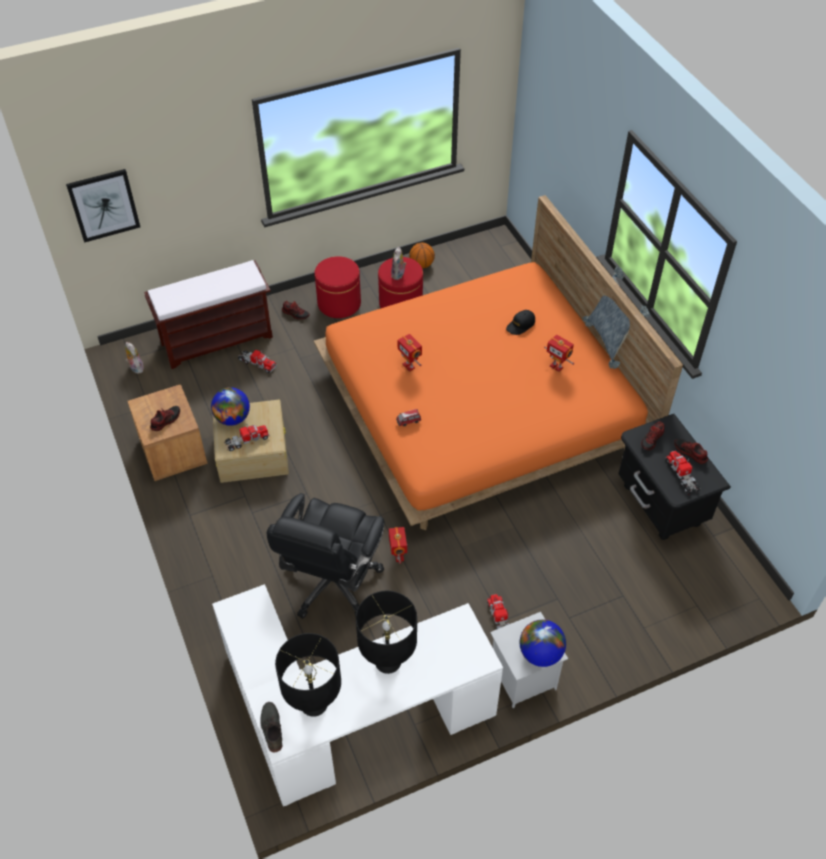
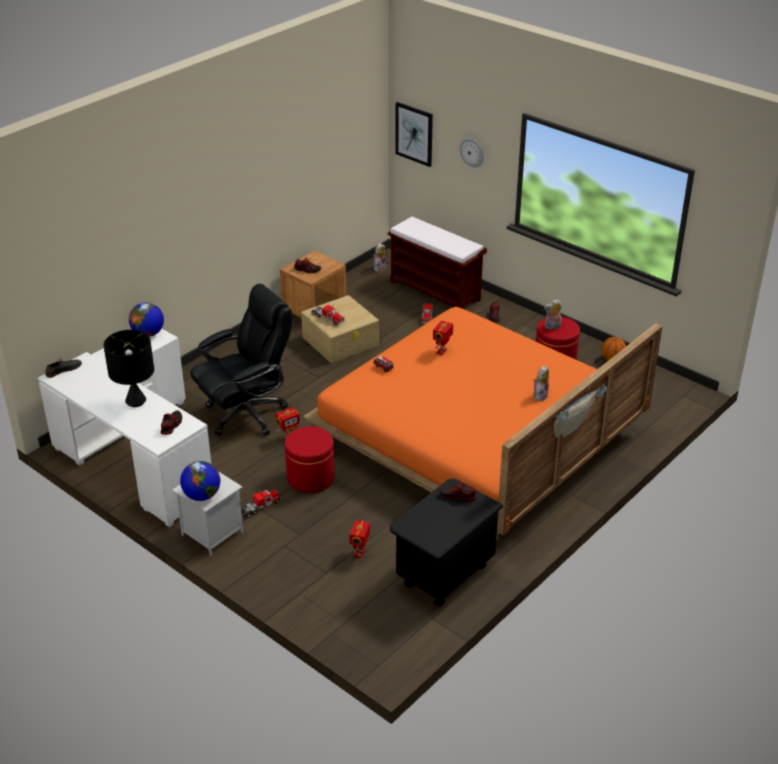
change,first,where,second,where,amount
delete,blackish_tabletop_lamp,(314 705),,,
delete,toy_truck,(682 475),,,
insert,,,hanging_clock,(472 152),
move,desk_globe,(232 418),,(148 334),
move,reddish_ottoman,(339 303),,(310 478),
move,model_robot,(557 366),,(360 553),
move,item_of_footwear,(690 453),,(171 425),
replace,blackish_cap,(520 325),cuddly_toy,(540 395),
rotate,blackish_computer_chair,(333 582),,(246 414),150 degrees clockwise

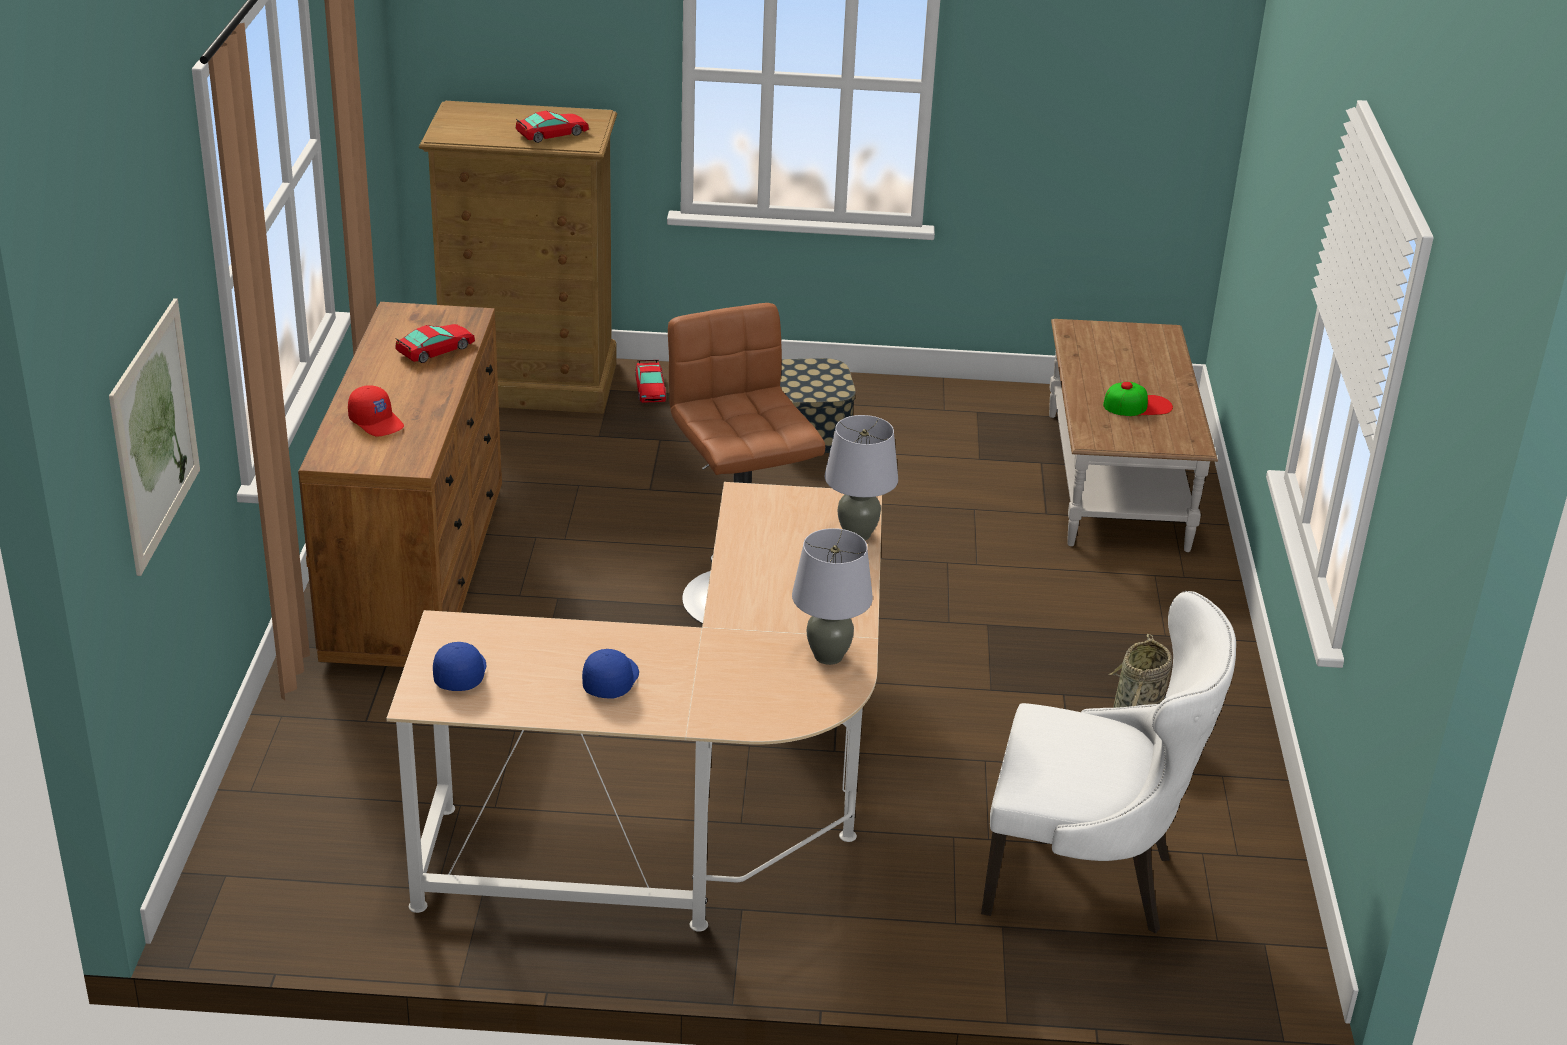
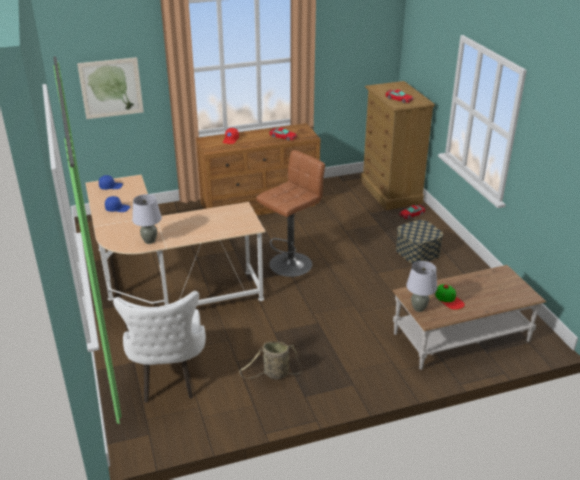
change,first,where,second,where,amount
move,greyish_tabletop_lamp,(857 534),,(418 308),

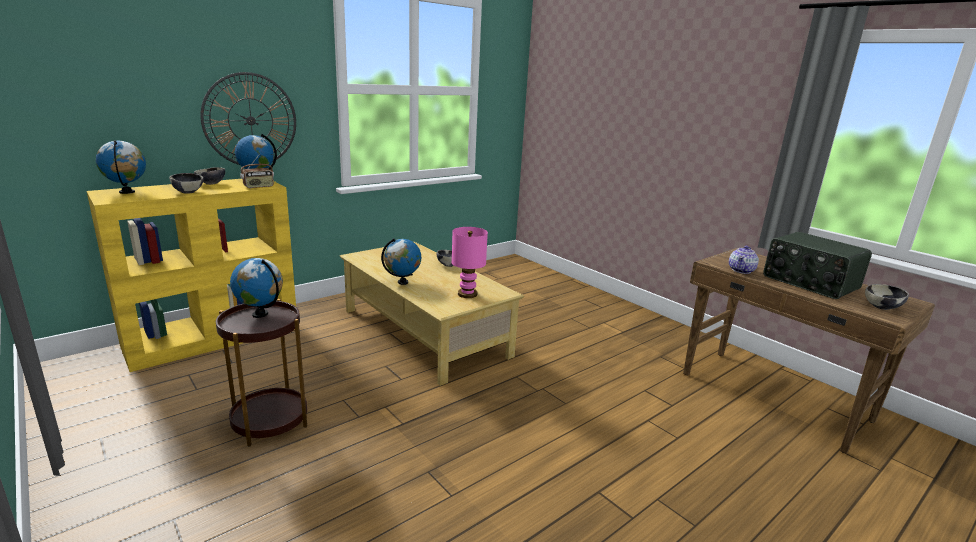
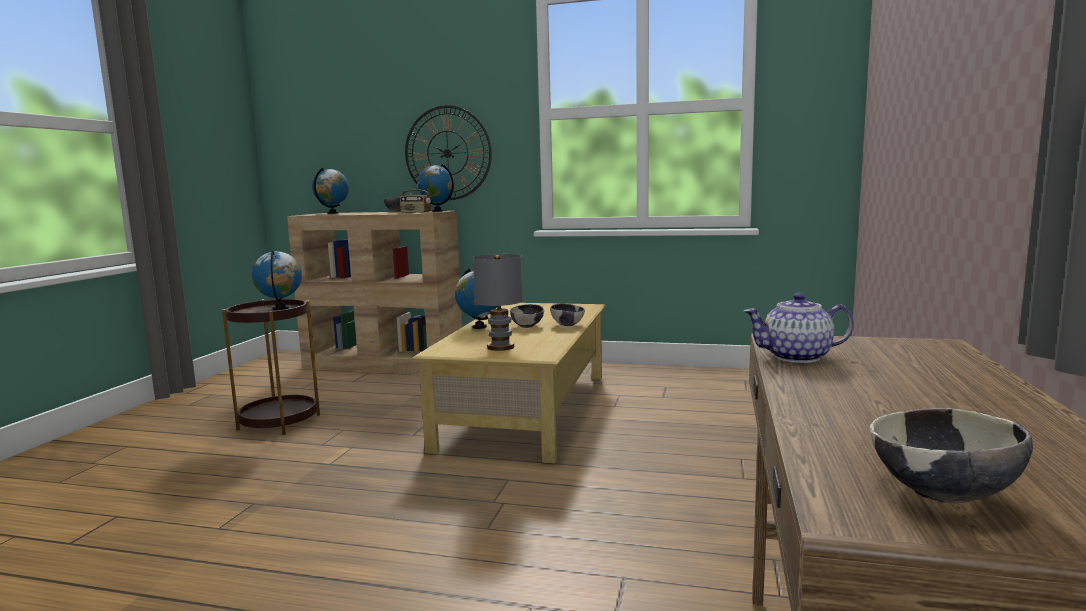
change,first,where,second,where,amount
delete,radio_receiver,(809 283),,,
move,serving_bowl,(188 192),,(527 326),
recolor,yellow_bookcase,(212 336),brown_bookcase,(384 362),
recolor,pink_tabletop_lamp,(468 294),greyish_tabletop_lamp,(501 347),

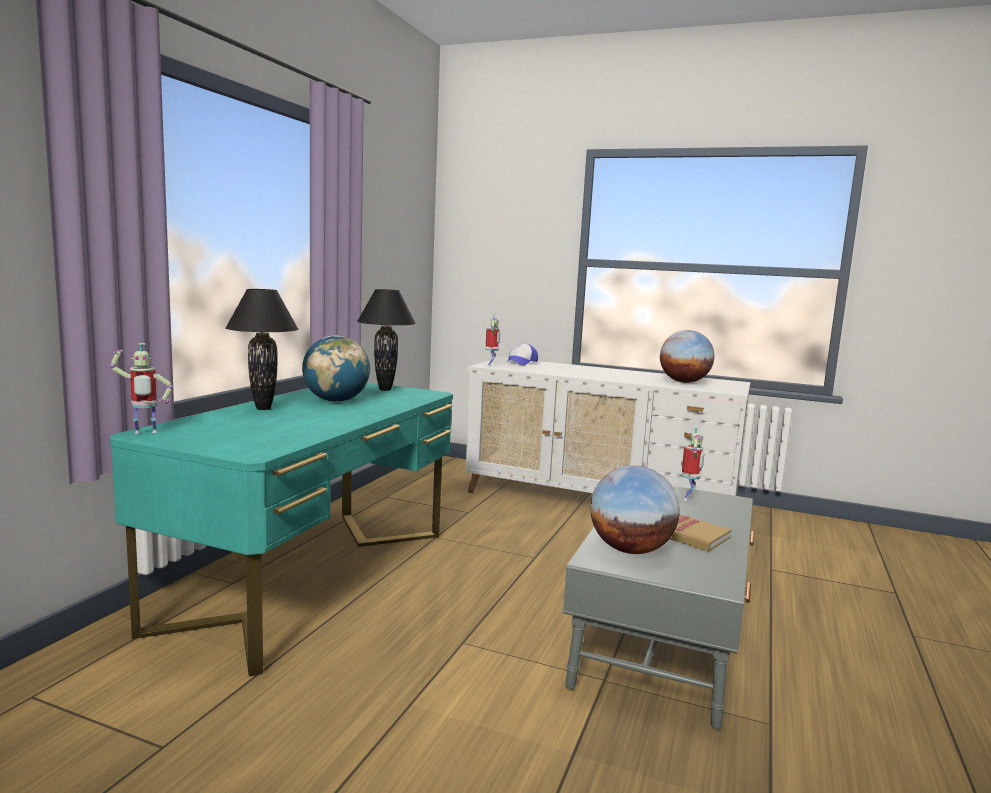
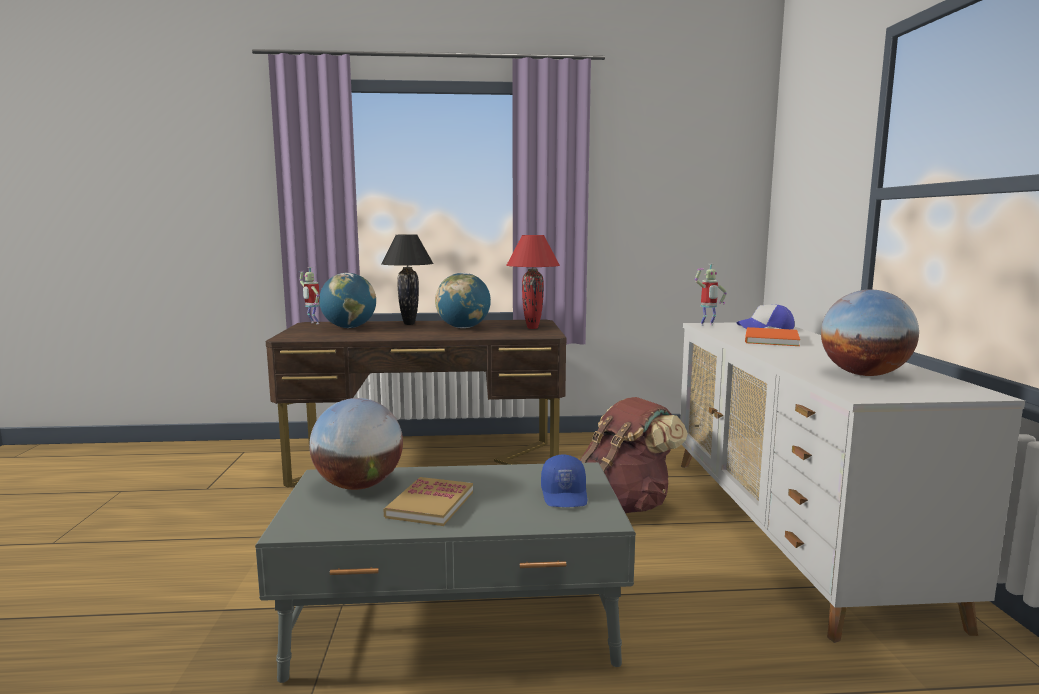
change,first,where,second,where,amount
insert,,,desk_globe,(349 327),
insert,,,brown_backpack,(624 505),
insert,,,orange-coloured_bound_book,(769 339),
replace,model_robot,(689 499),blue-coloured_cap,(565 495),
recolor,turquoise-coloured_desk,(312 577),brown_desk,(426 463),
recolor,blackish_tabletop_lamp,(384 389),reddish_tabletop_lamp,(532 328),

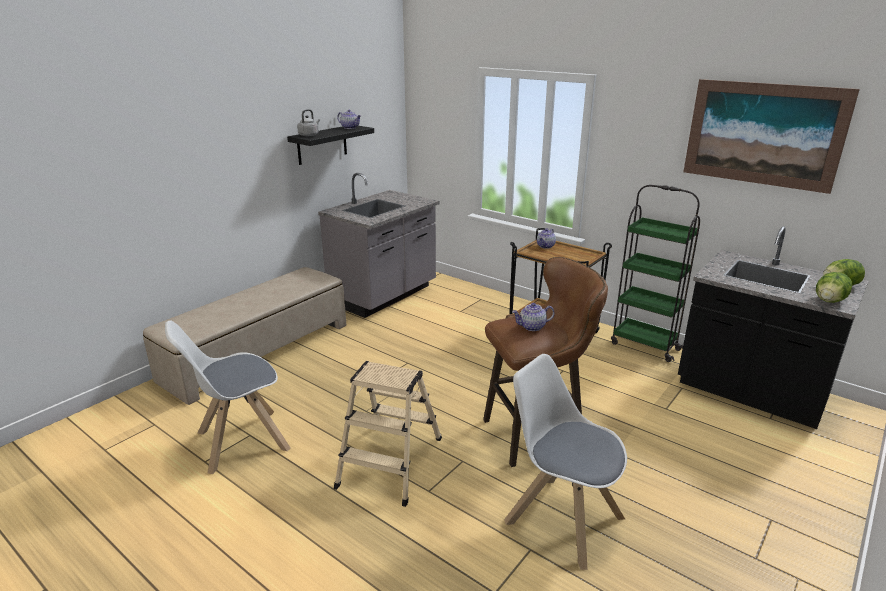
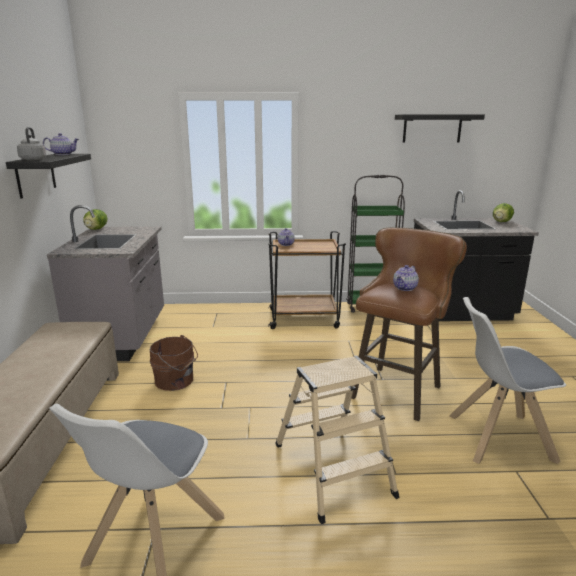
change,first,where,second,where,amount
insert,,,brown_pail,(176 381),
move,lettuce_head,(829 301),,(96 229),
replace,wall_picture,(763 134),blackish_bracket_shelf,(432 128),

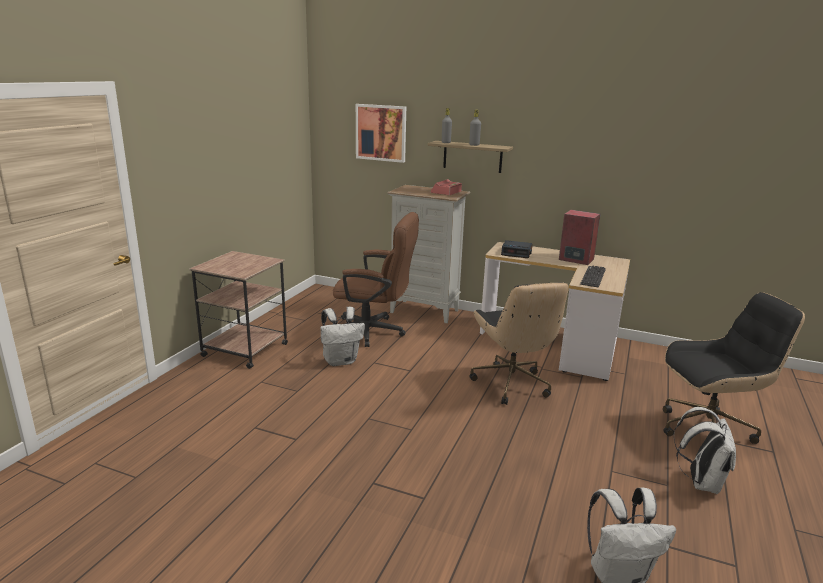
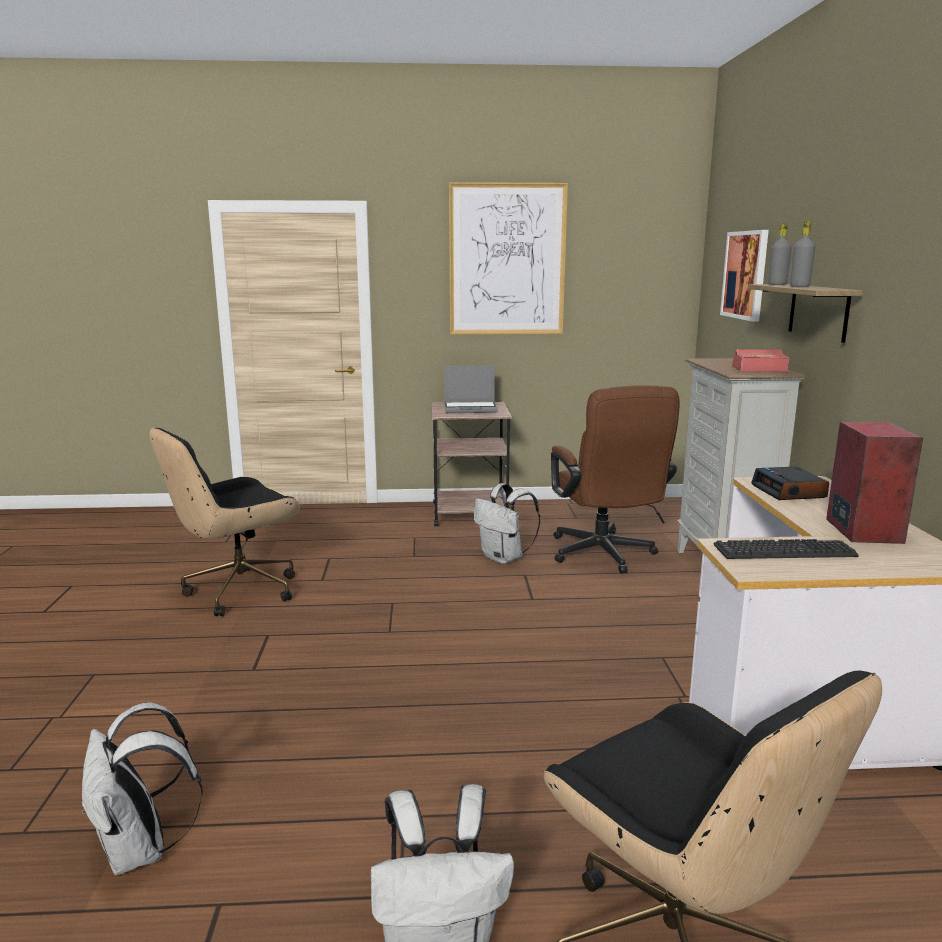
change,first,where,second,where,amount
insert,,,notebook_computer,(471 409),
insert,,,wall_picture,(507 260),
move,blackish_computer_chair,(511 386),,(238 592),

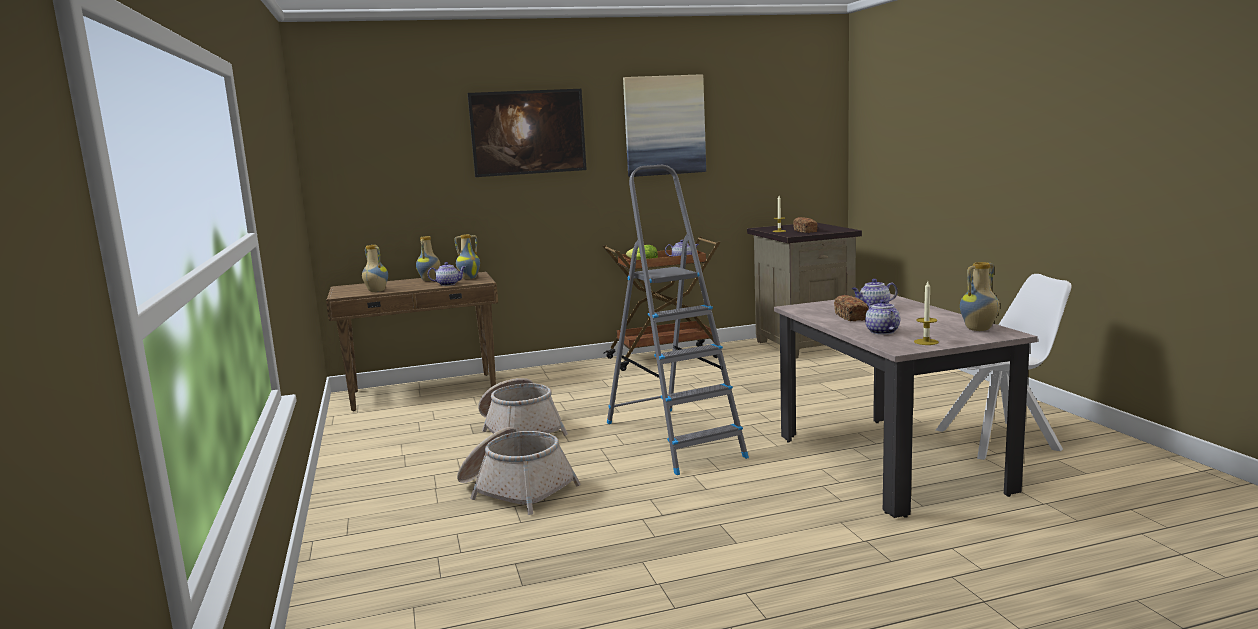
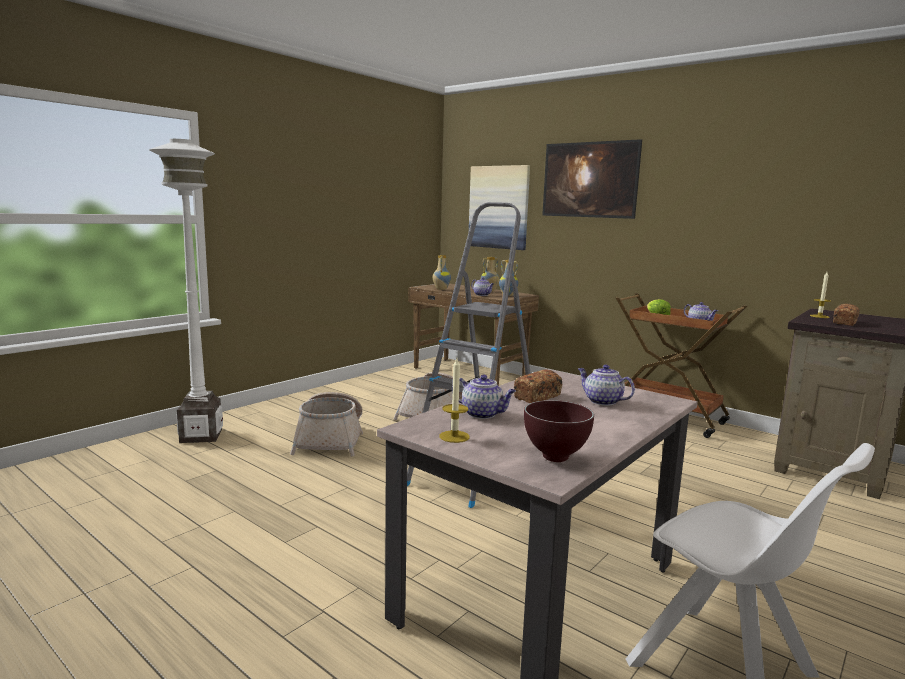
change,first,where,second,where,amount
insert,,,white_standard_lamp,(201 435),
move,wall_picture,(664 125),,(499 207),
replace,vase,(979 329),brown_serving_bowl,(554 458),
rotate,tea_pot,(881 331),,(483 414),75 degrees clockwise

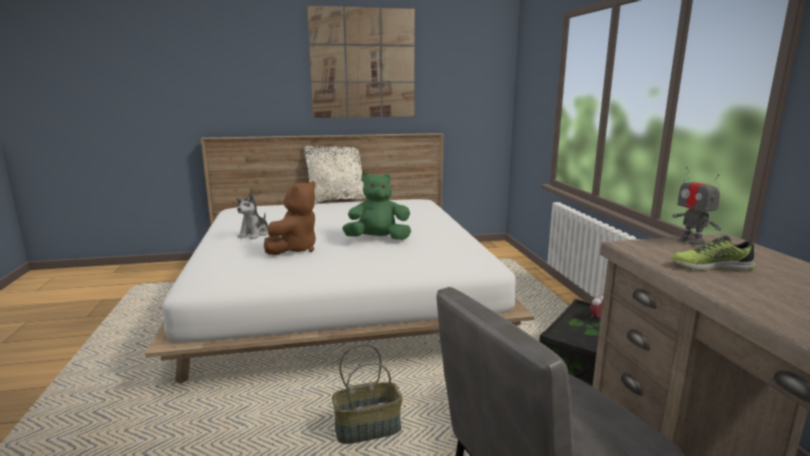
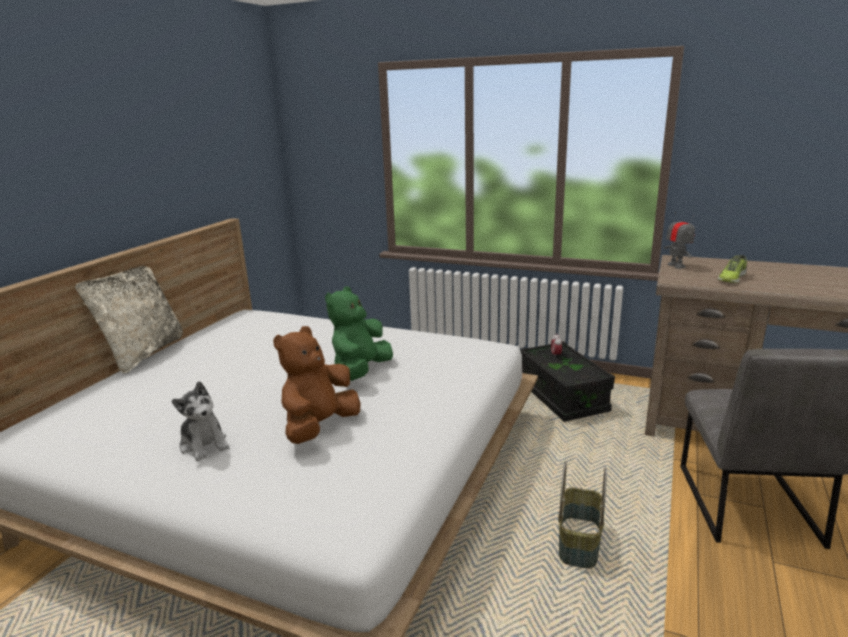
change,first,where,second,where,amount
delete,wall_picture,(363 63),,,
rotate,brown_cuddly_toy,(295 249),,(319 427),120 degrees counterclockwise
rotate,model_robot,(691 241),,(676 266),120 degrees counterclockwise

